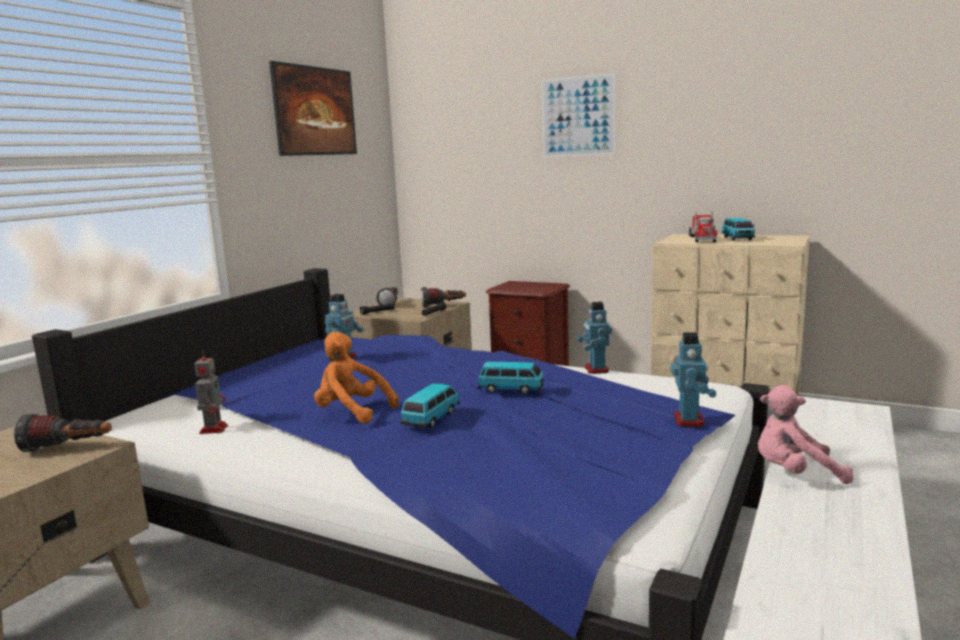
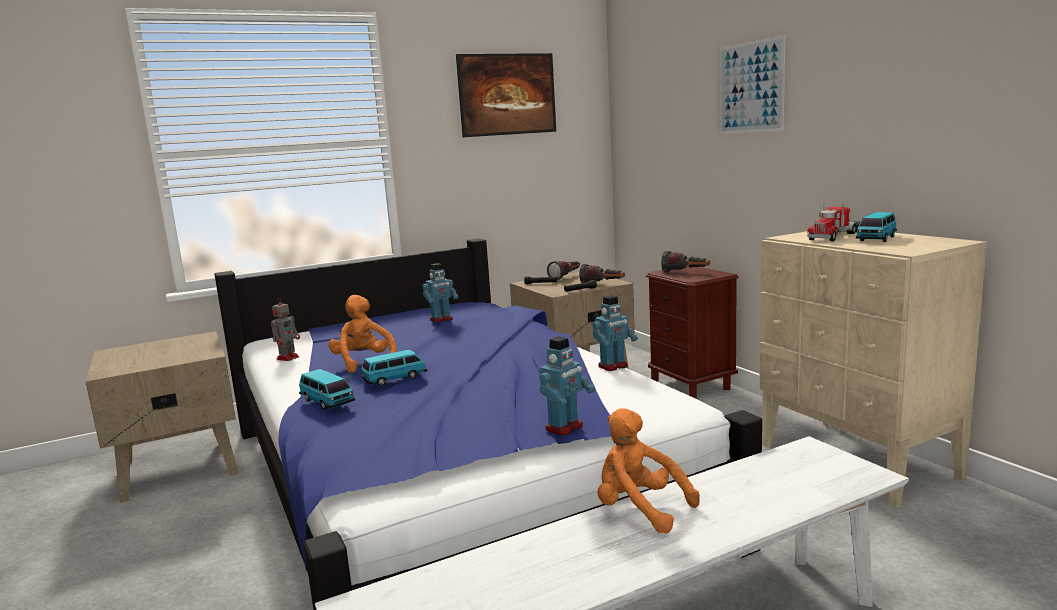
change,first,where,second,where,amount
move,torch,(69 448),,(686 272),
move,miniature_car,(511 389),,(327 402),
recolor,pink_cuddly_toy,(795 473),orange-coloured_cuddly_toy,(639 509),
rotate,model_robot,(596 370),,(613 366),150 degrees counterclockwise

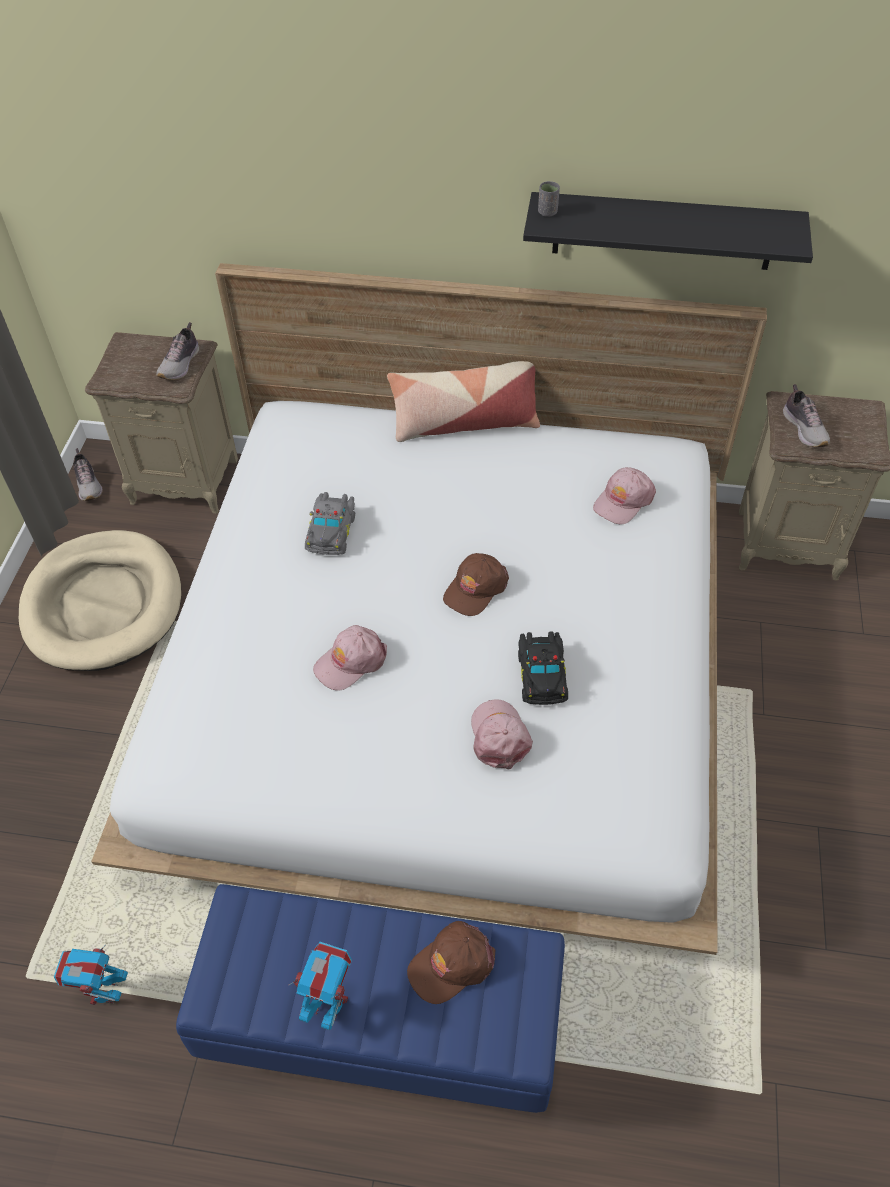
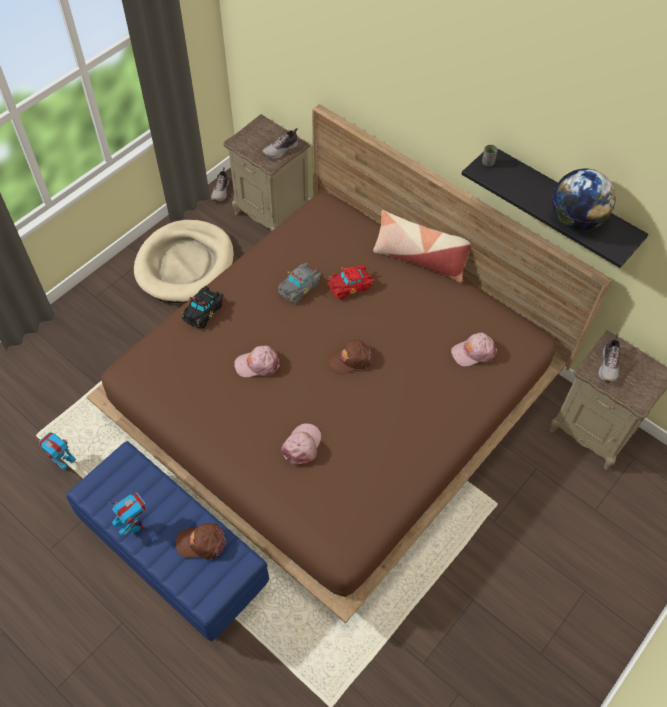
change,first,where,second,where,amount
insert,,,reddish_miniature_car,(351 286),
insert,,,desk_globe,(576 220),
move,blackish_miniature_car,(543 674),,(204 311),
recolor,white_bed,(447 676),brown_bed,(332 399),

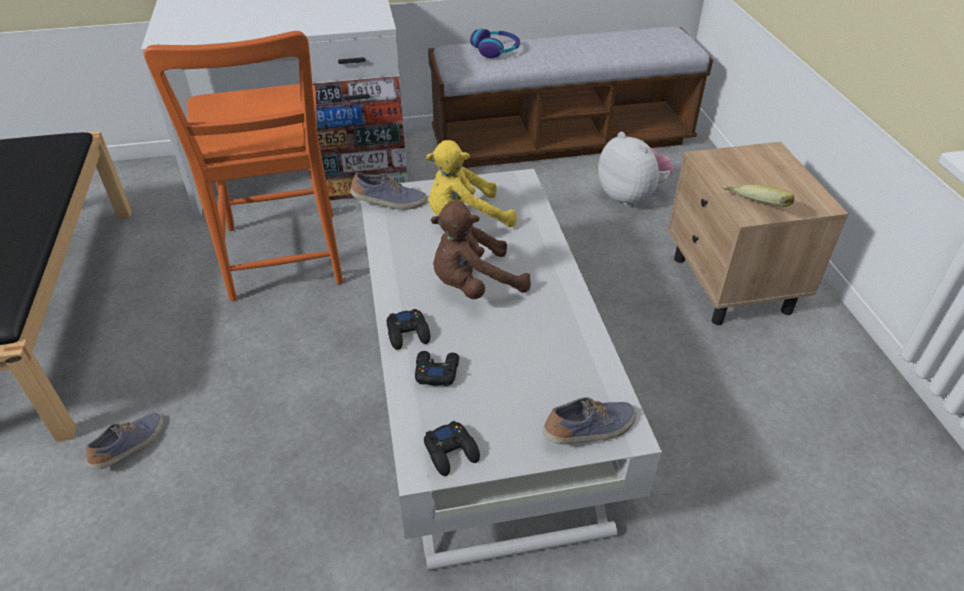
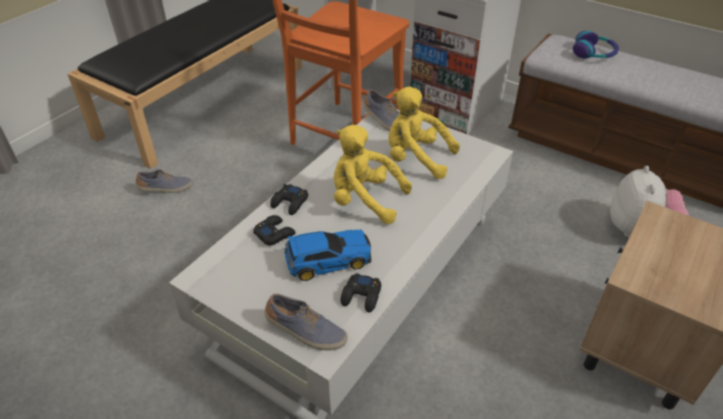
change,first,where,second,where,amount
delete,banana_fruit,(752 209),,,
insert,,,miniature_car,(326 260),
move,blackish_joypad,(451 452),,(361 296),
recolor,brown_cuddly_toy,(474 285),yellow_cuddly_toy,(364 200),

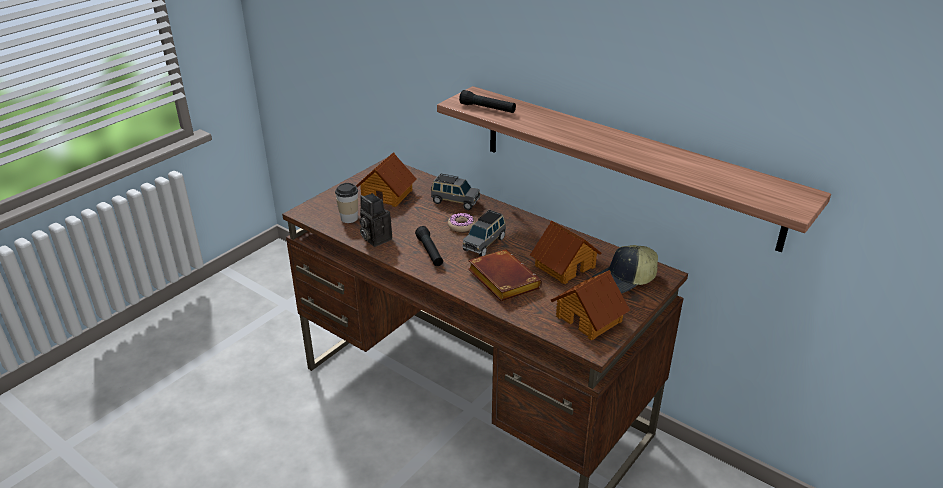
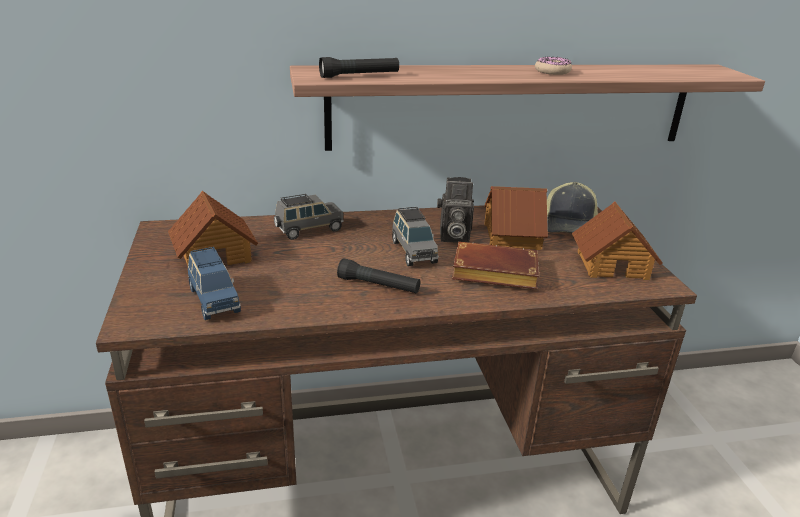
change,first,where,second,where,amount
move,photo_camera,(374 238),,(452 237),
move,ring_doughnut,(461 226),,(552 71),
replace,cup,(349 218),blue-coloured_miniature_car,(214 300),

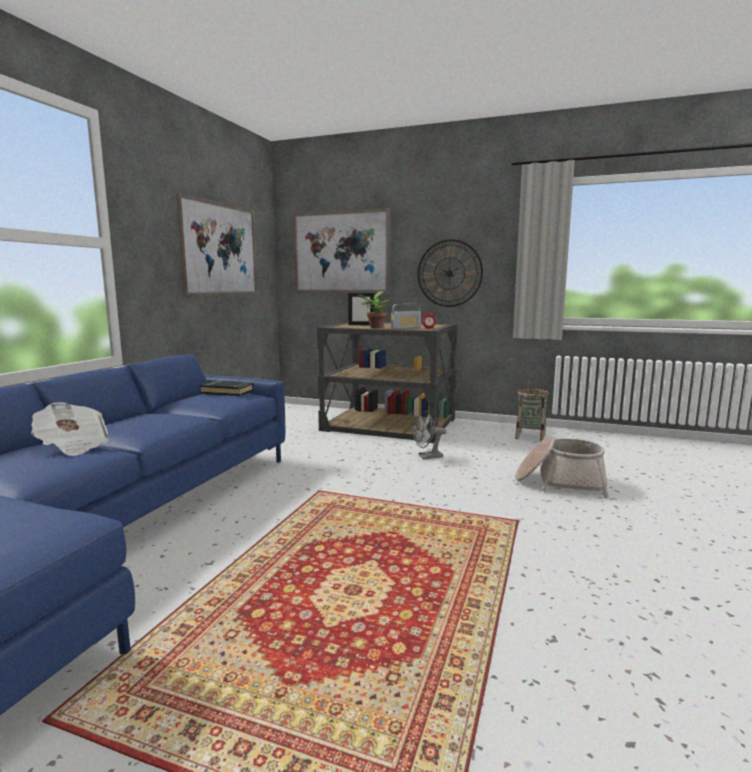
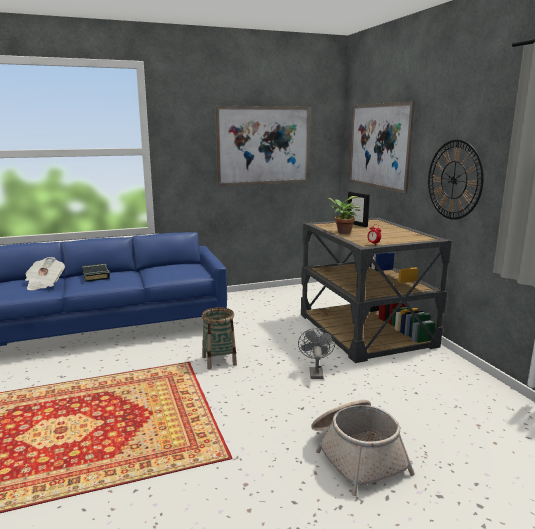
change,first,where,second,where,amount
delete,radio_receiver,(406 328),,,
move,blackish_bound_book,(228 392),,(96 275),
move,basket,(530 437),,(219 361),
rotate,greyish_cooling_fan,(427 457),,(315 372),60 degrees clockwise

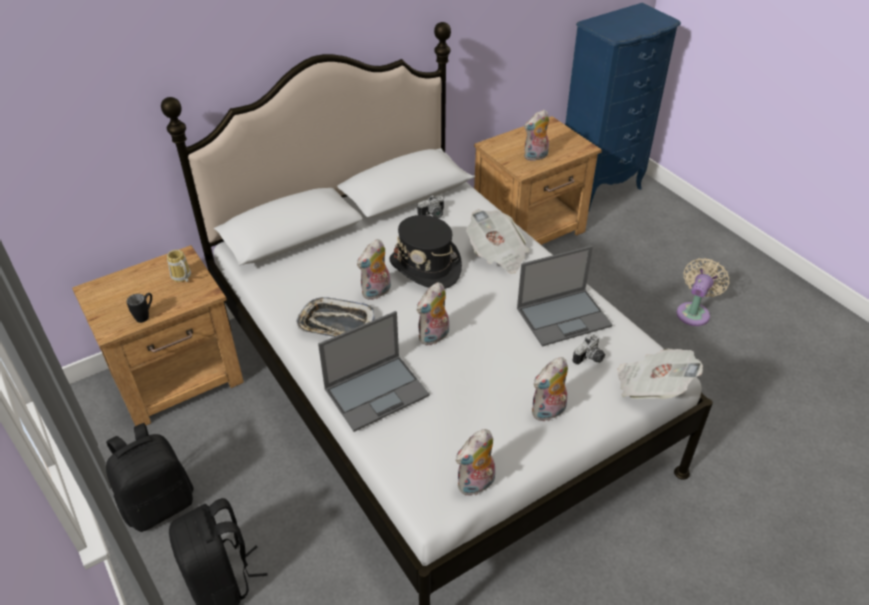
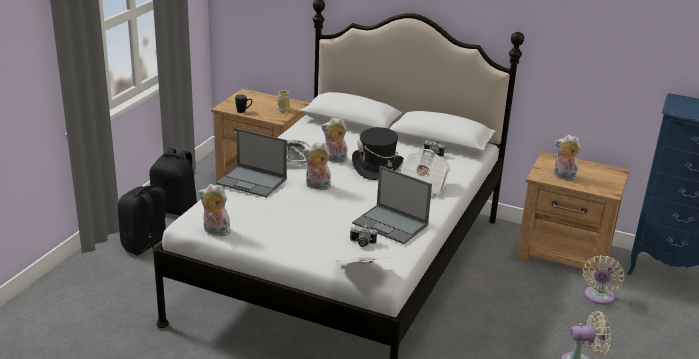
change,first,where,second,where,amount
delete,cuddly_toy,(548 412),,,
insert,,,sand-coloured_cooling_fan,(598 297),

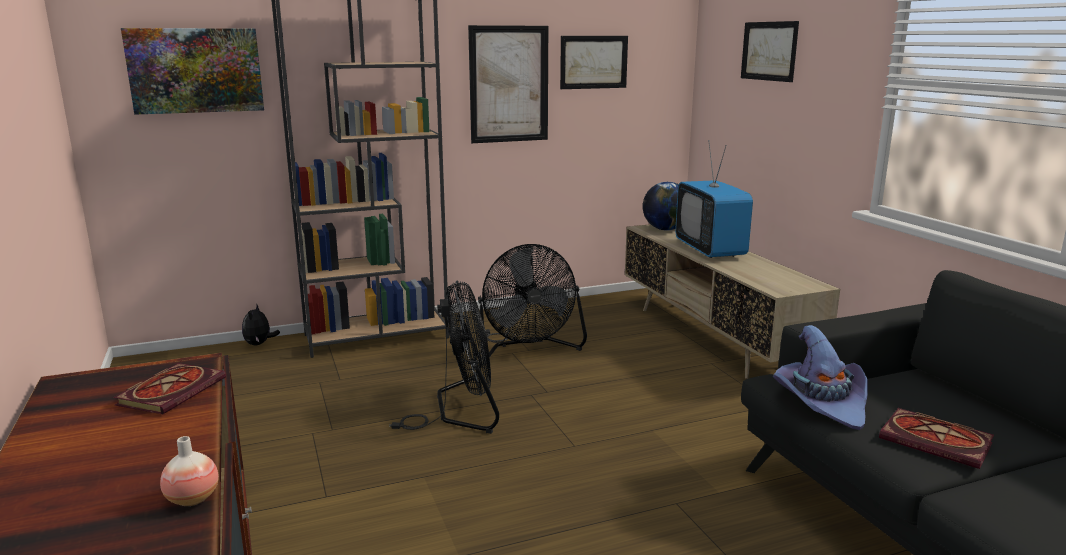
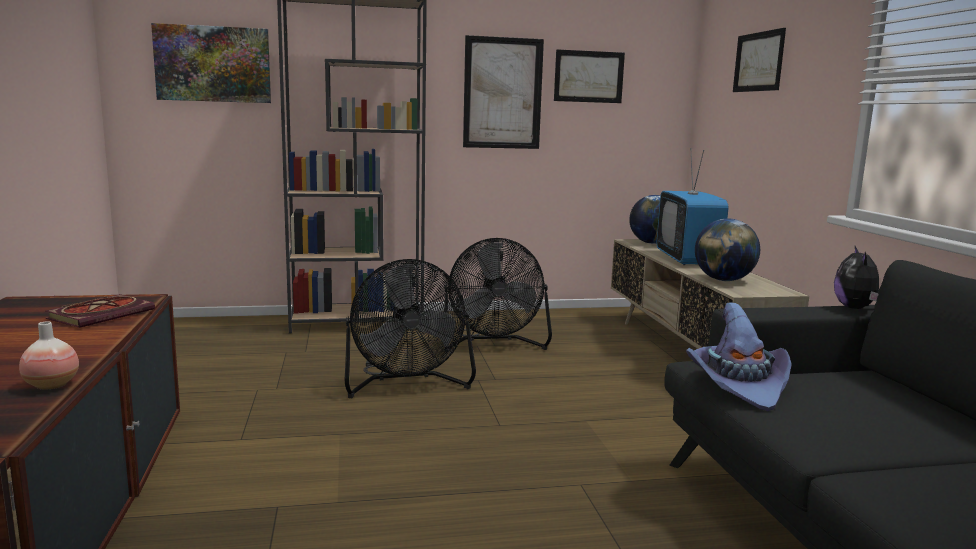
change,first,where,second,where,amount
delete,bound_book,(938 441),,,
insert,,,desk_globe,(723 280),
move,cuddly_toy,(259 344),,(856 308),
rotate,blackish_cooling_fan,(458 408),,(402 384),75 degrees clockwise

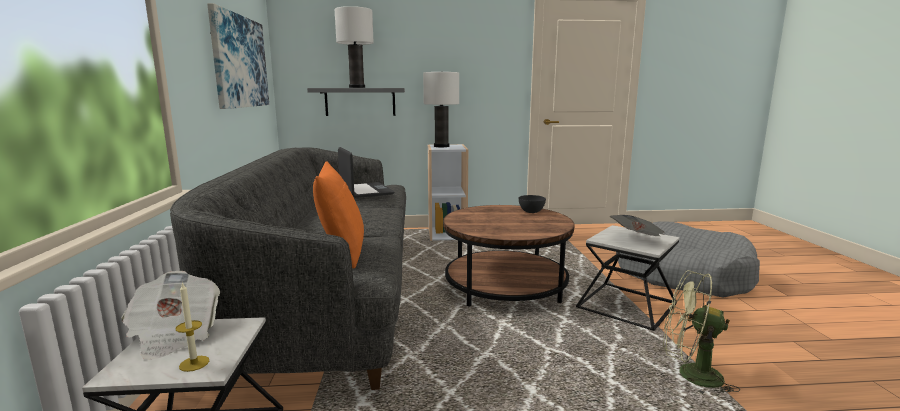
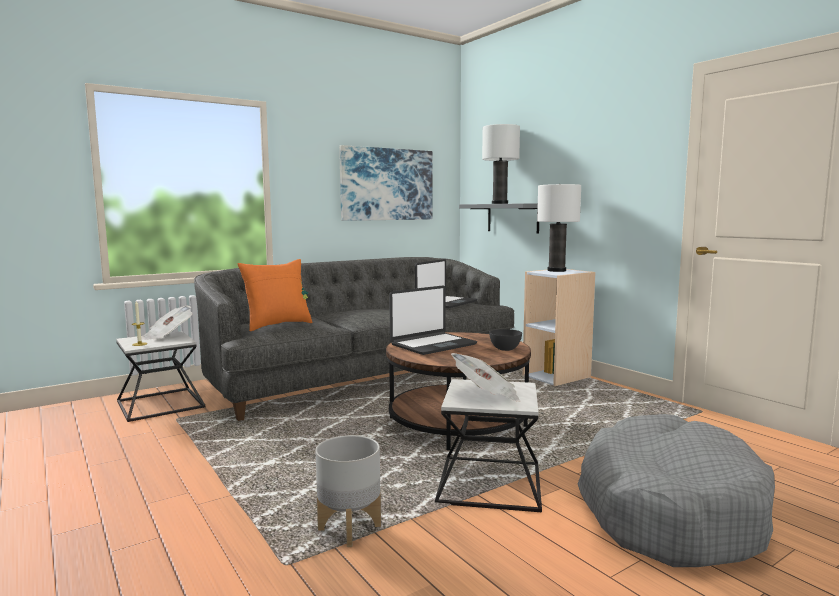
change,first,where,second,where,amount
insert,,,notebook_computer,(432 345),
replace,green-coloured_cooling_fan,(690 375),greyish_plant_pot,(349 529),

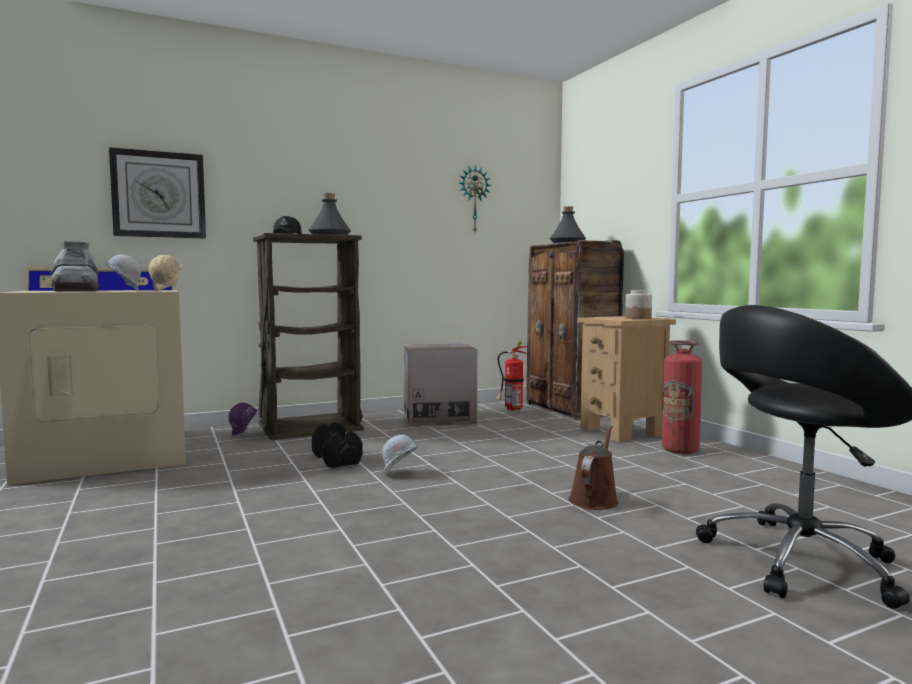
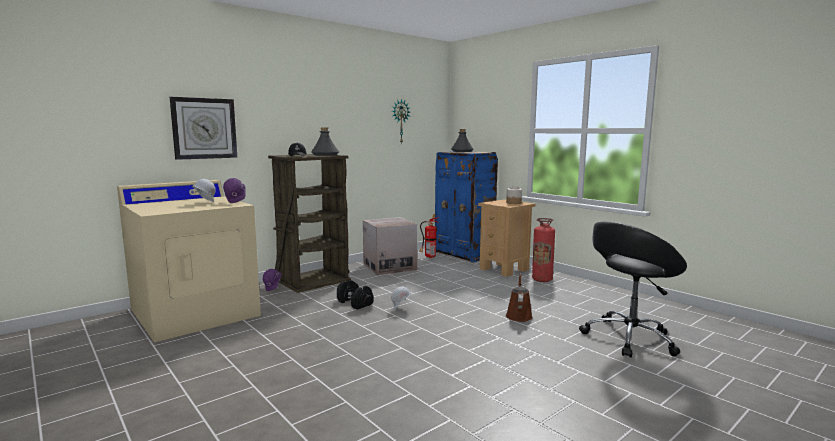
change,first,where,second,where,amount
delete,greyish_tall_boot,(76 291),,,
recolor,sand-coloured_hard_hat,(167 290),purplish_hard_hat,(236 202),
recolor,brown_storage_cabinet,(571 409),blue-coloured_storage_cabinet,(464 254),

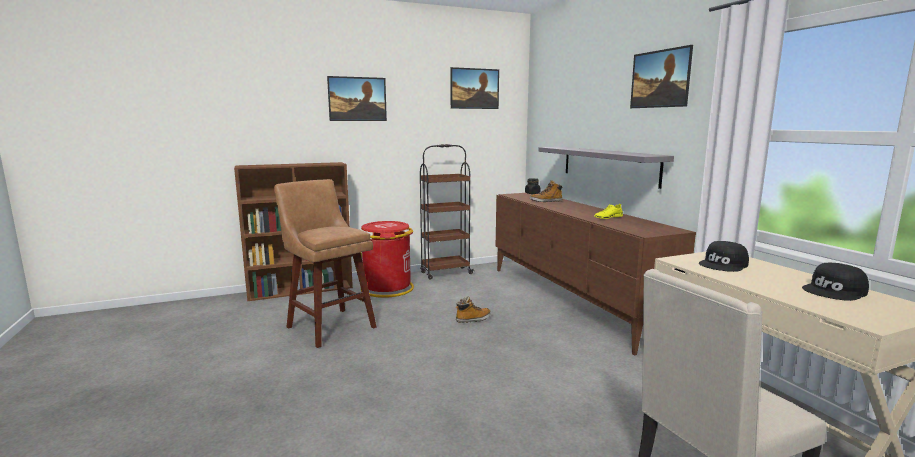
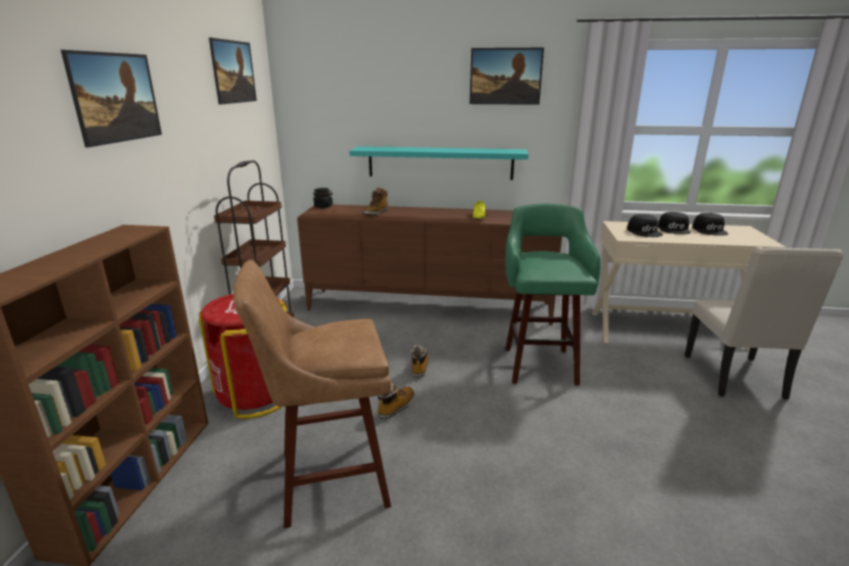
change,first,where,second,where,amount
insert,,,tall_boot,(396 407),
insert,,,green-coloured_sitting_stool,(539 364),
insert,,,blackish_cap,(674 229),
recolor,greyish_bracket_shelf,(608 165),turquoise-coloured_bracket_shelf,(440 163),

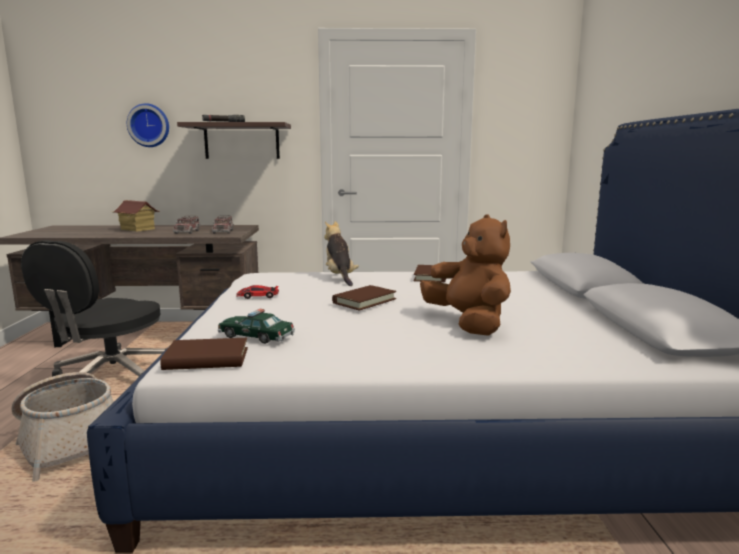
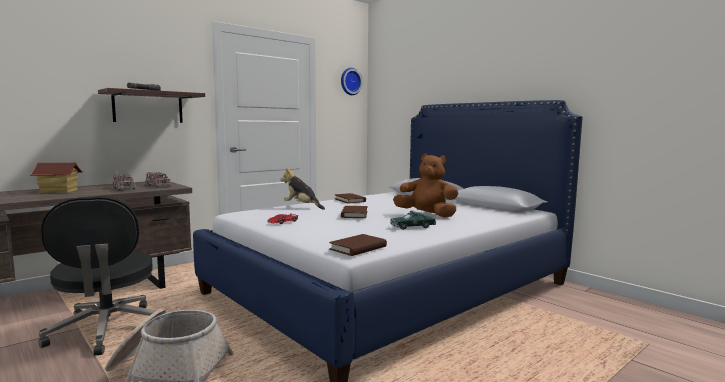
change,first,where,second,where,amount
move,hanging_clock,(149 125),,(350 81),
move,miniature_car,(256 336),,(412 227),

